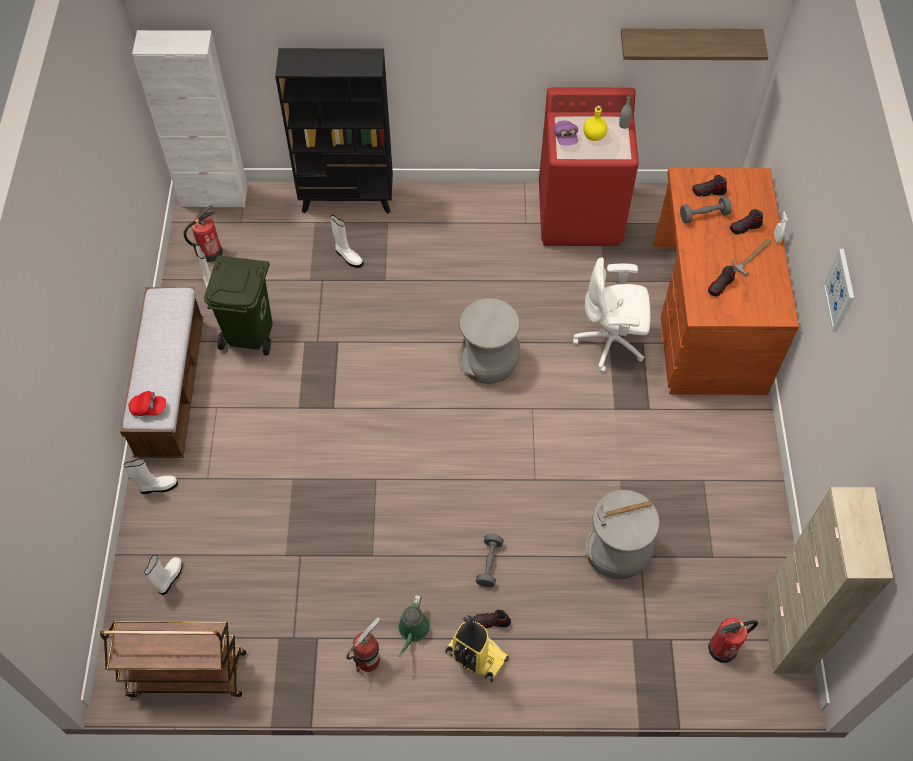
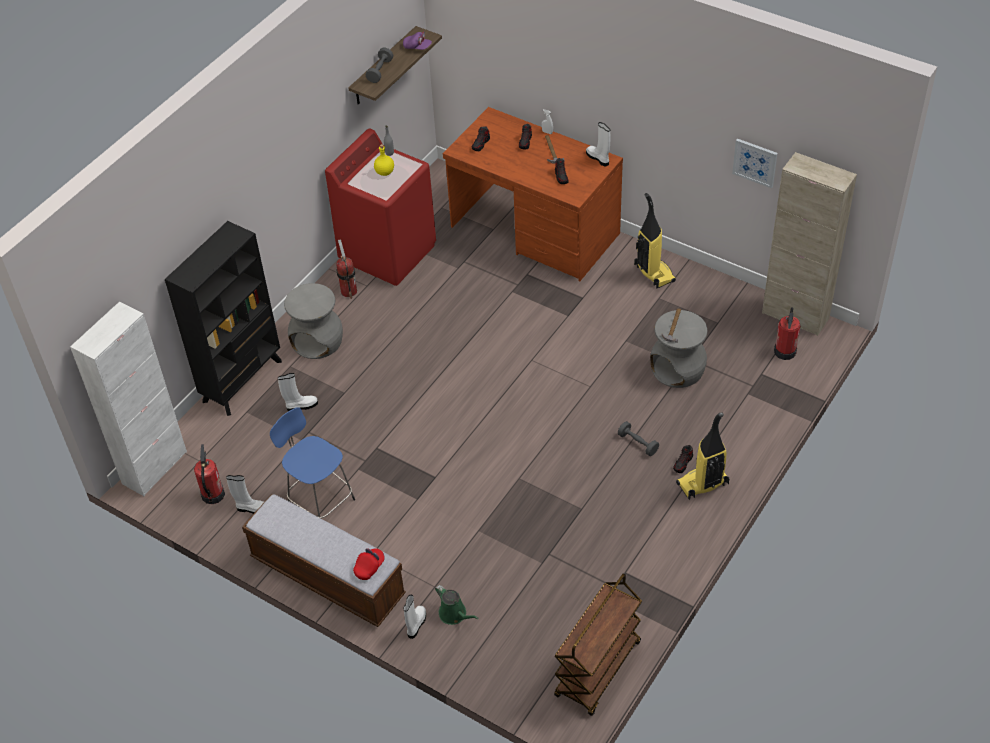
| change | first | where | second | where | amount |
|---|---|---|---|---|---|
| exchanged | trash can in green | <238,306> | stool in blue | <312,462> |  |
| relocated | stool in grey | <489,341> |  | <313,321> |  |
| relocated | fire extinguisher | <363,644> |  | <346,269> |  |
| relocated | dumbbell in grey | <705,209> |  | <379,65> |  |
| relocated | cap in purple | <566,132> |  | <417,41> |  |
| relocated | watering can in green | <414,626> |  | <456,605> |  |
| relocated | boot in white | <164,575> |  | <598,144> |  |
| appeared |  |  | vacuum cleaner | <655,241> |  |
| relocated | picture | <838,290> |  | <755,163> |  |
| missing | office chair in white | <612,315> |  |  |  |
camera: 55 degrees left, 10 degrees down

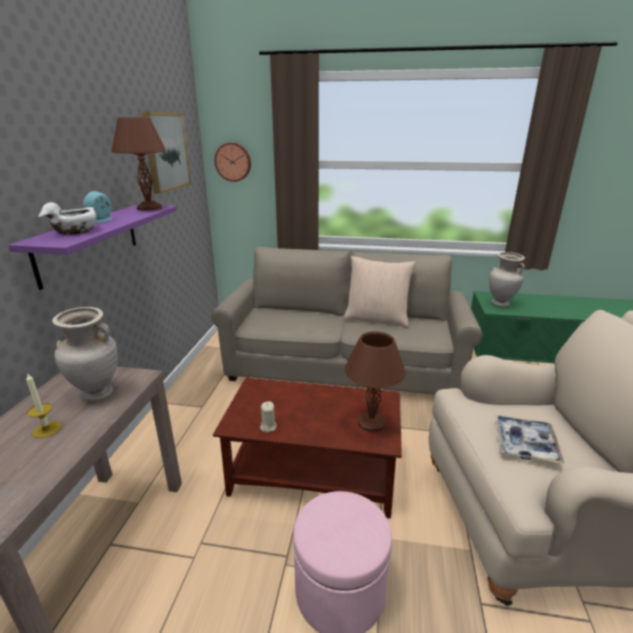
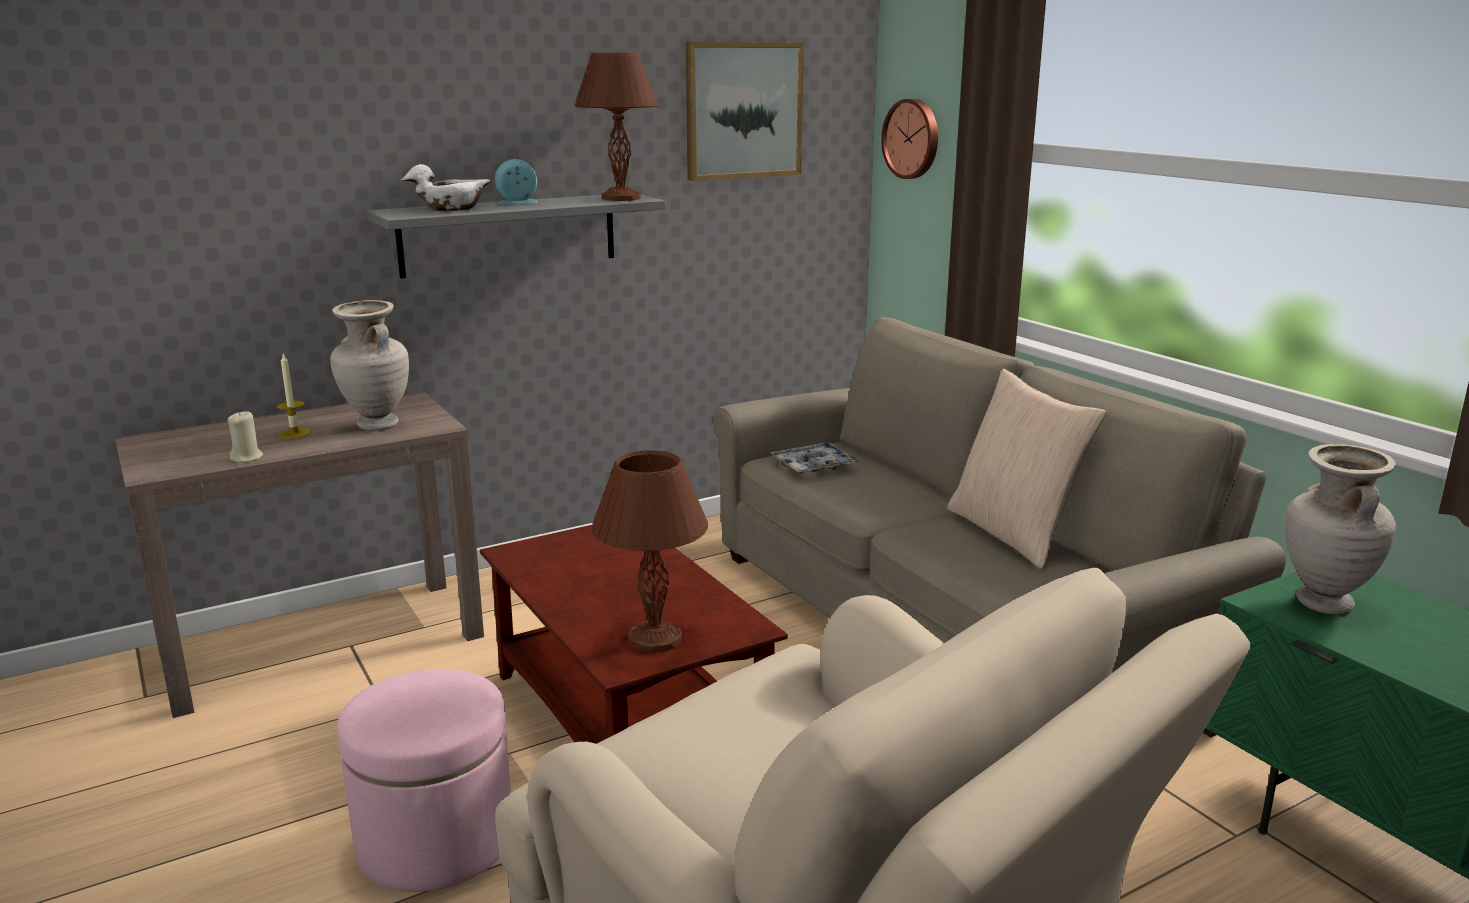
| change | first | where | second | where | amount |
|---|---|---|---|---|---|
| relocated | candle in beige | <268,416> |  | <245,437> |  |
| colour | shelf in purple | <92,247> | shelf in grey | <516,237> |  |
| relocated | tray | <530,439> |  | <816,458> |  |
camera: 50 degrees right, 5 degrees down

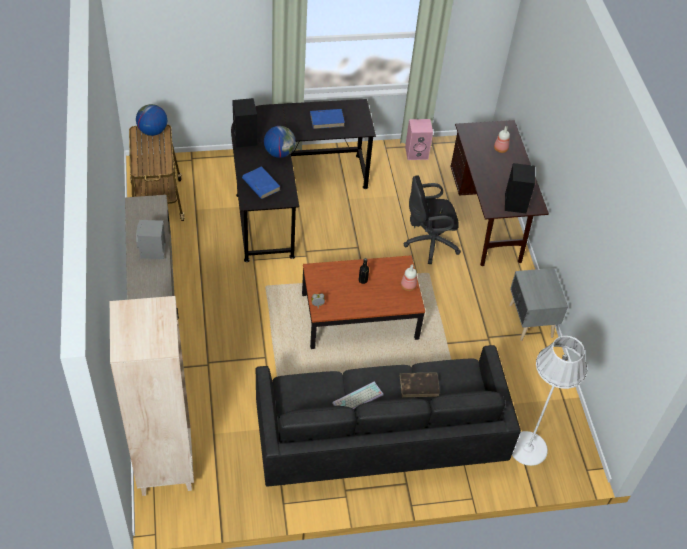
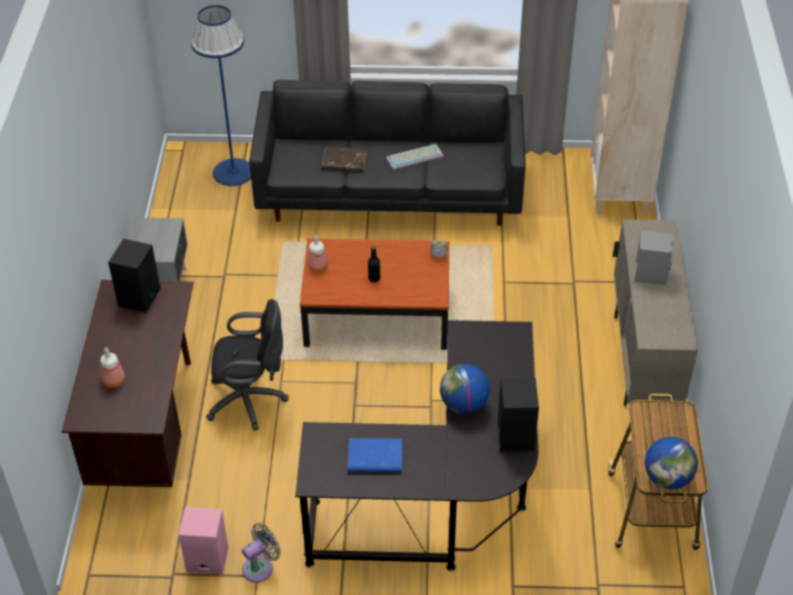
| change | first | where | second | where | amount |
|---|---|---|---|---|---|
| colour | floor lamp in white | <549,401> | floor lamp in blue | <221,95> |  |
| appeared |  |  | fan in grey | <261,553> |  |
| missing | book in blue | <261,182> |  |  |  |
camera: 165 degrees left, 5 degrees down

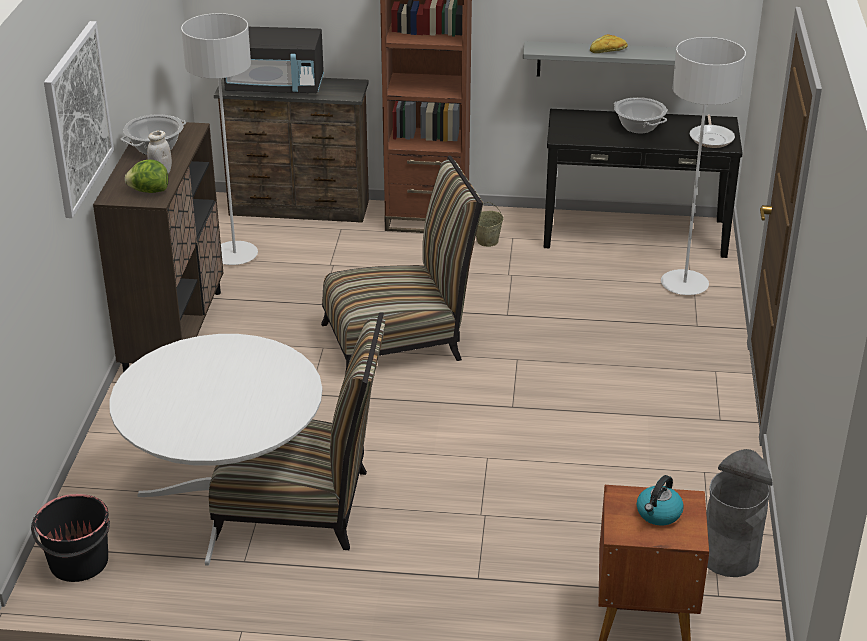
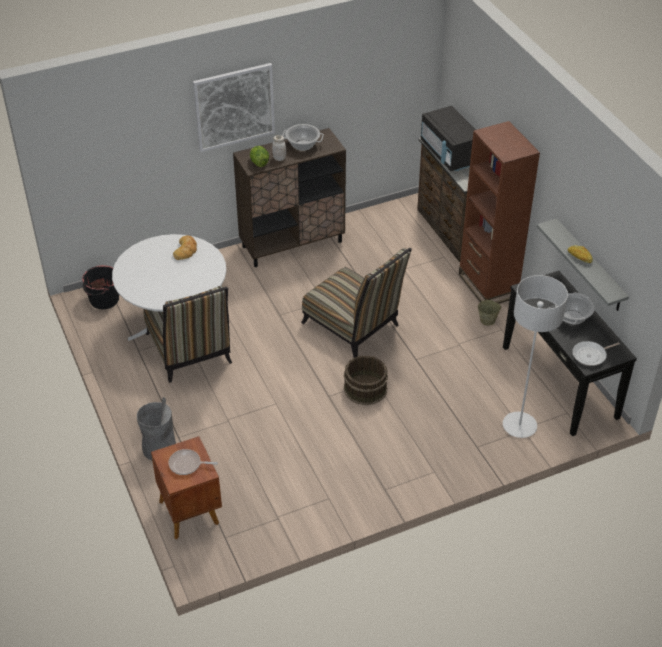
| change | first | where | second | where | amount |
|---|---|---|---|---|---|
| relocated | trash can in grey | <739,513> |  | <156,429> |  |
| exchanged | kettle | <660,500> | frying pan | <193,462> |  |
| appeared |  |  | bread | <185,247> |  |
| appeared |  |  | bucket in brown | <366,380> |  |
| missing | floor lamp in grey | <219,139> |  |  |  |
camera: 60 degrees right, 10 degrees up

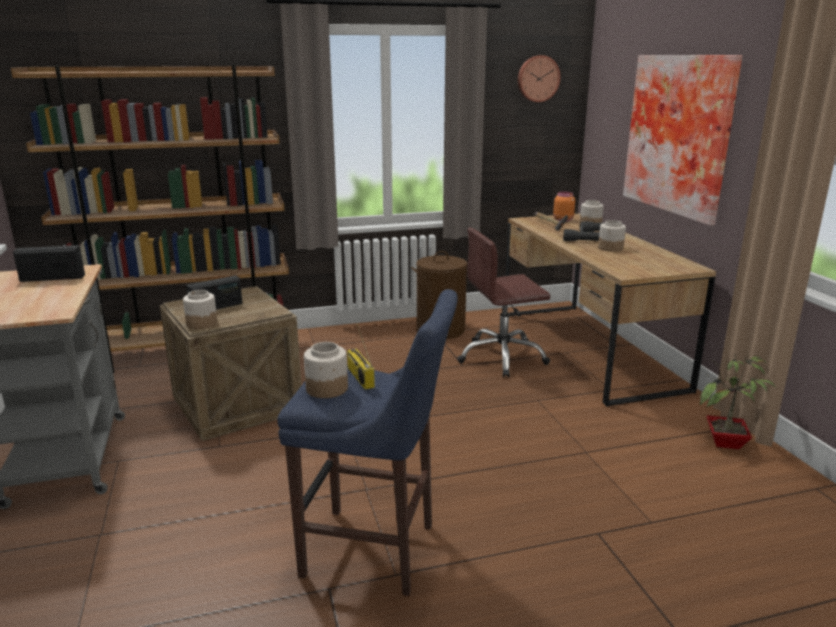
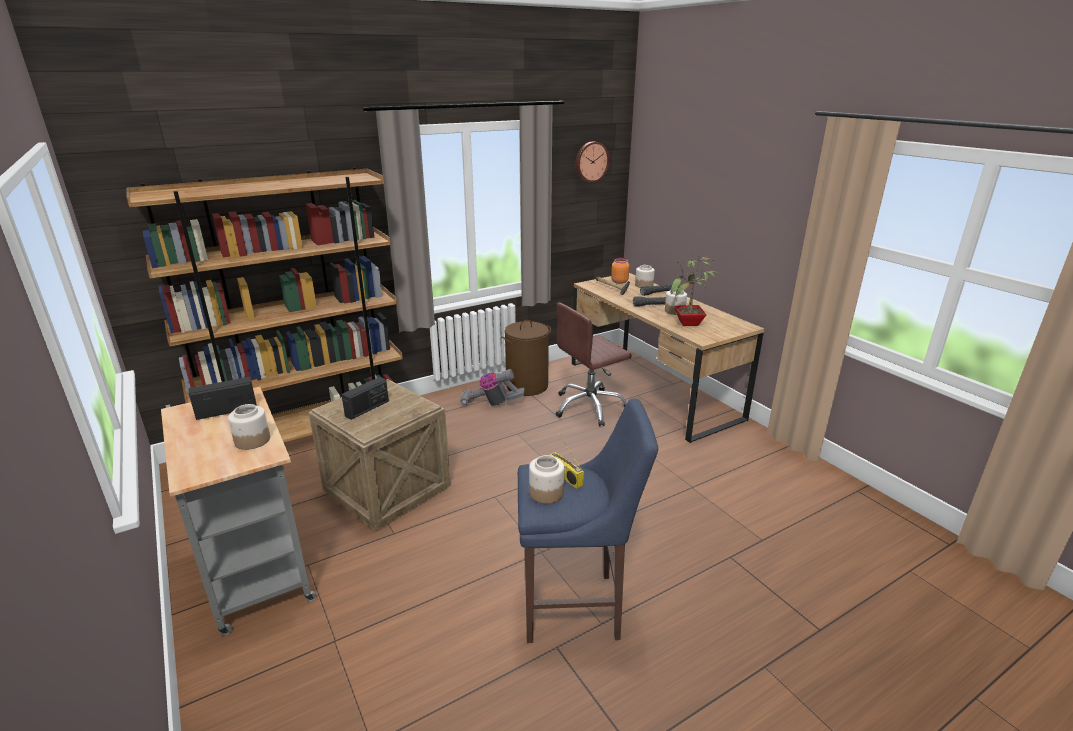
| change | first | where | second | where | amount |
|---|---|---|---|---|---|
| relocated | jar | <200,309> |  | <249,427> |  |
| appeared |  |  | vacuum cleaner | <492,387> |  |
| relocated | potted plant | <738,400> |  | <696,290> |  |
| missing | picture | <682,140> |  |  |  |
camera: 15 degrees left, 5 degrees up

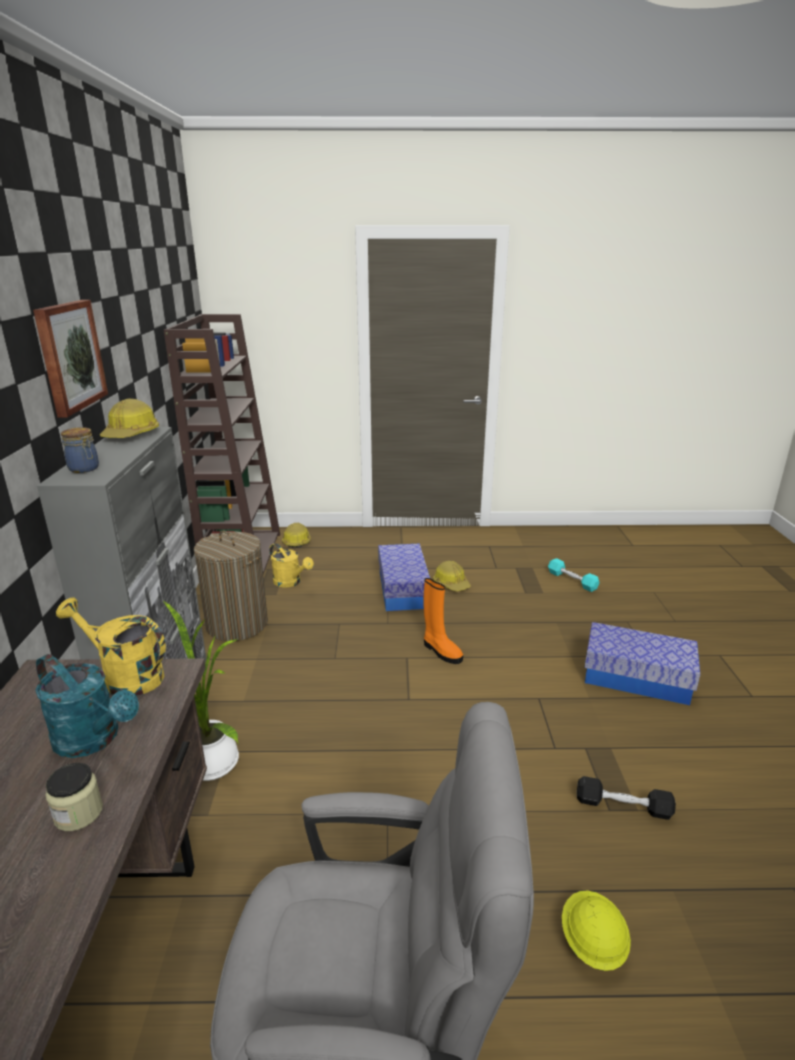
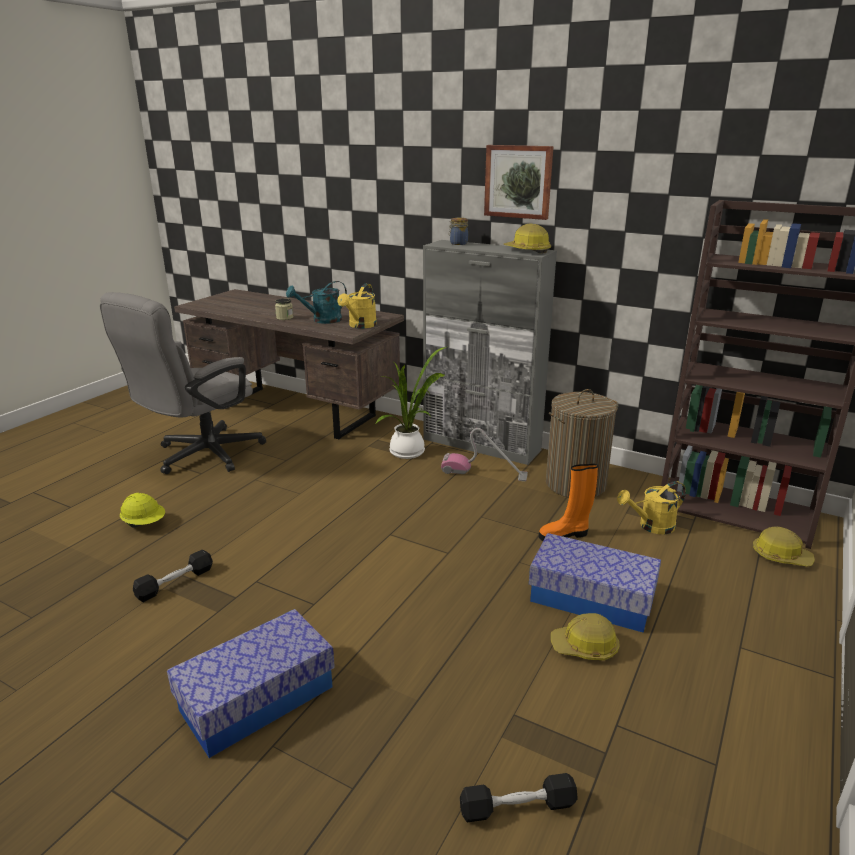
| change | first | where | second | where | amount |
|---|---|---|---|---|---|
| spun | watering can in yellow | <111,646> |  | <357,306> | 150 degrees clockwise |
| appeared |  |  | vacuum cleaner | <484,455> |  |
| colour | dumbbell in turquoise | <573,575> | dumbbell in black | <519,797> |  |
| relocated | boot in orange | <443,621> |  | <568,502> |  |
camera: 120 degrees right, 0 degrees up

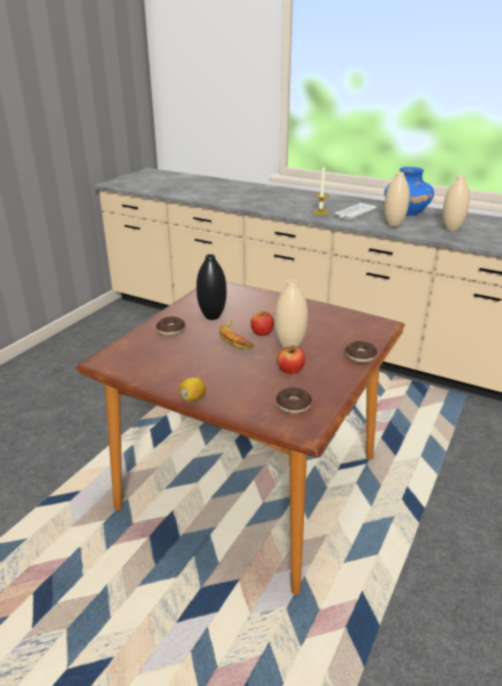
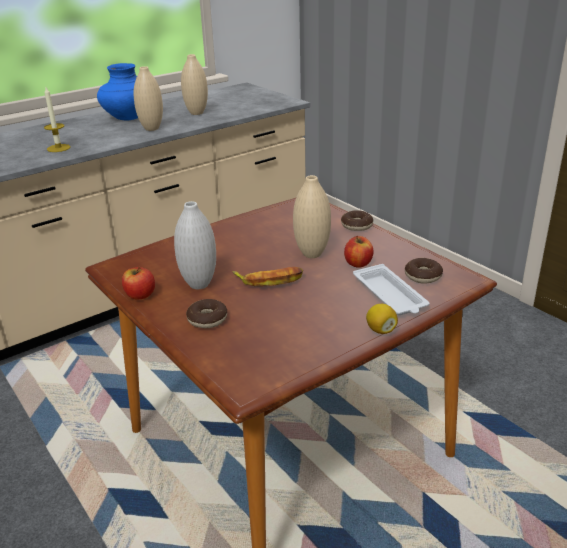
| change | first | where | second | where | amount |
|---|---|---|---|---|---|
| relocated | apple | <262,323> |  | <138,282> |  |
| colour | vase in black | <211,287> | vase in white | <195,245> |  |
| relocated | tray in white | <355,211> |  | <391,289> |  |
camera: 65 degrees left, 0 degrees up

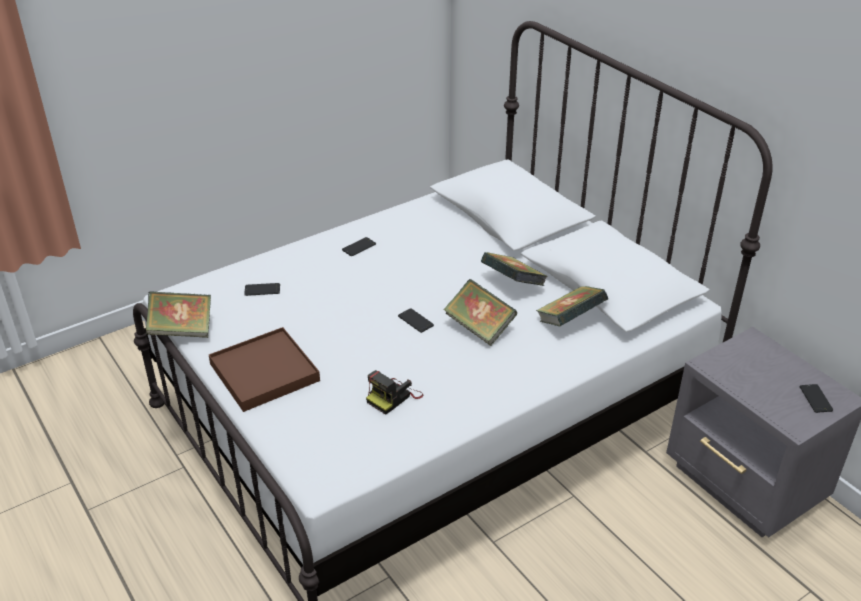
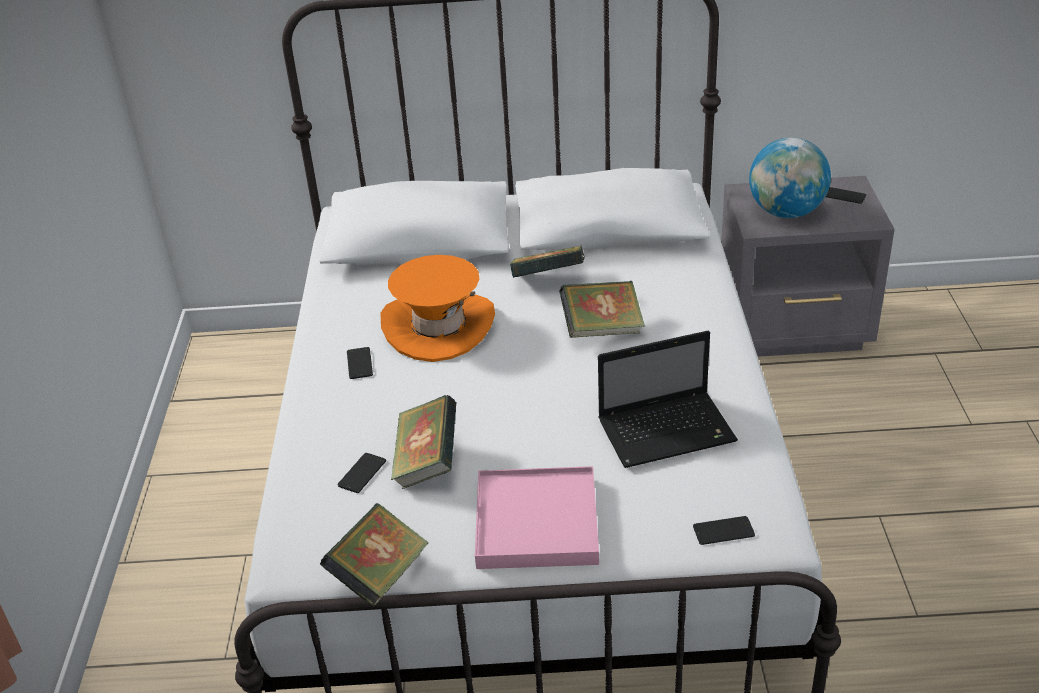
| change | first | where | second | where | amount |
|---|---|---|---|---|---|
| appeared |  |  | hat in orange | <437,308> |  |
| relocated | book | <572,306> |  | <423,442> |  |
| colour | tray in brown | <264,369> | tray in pink | <537,517> |  |
| exchanged | photo camera | <394,392> | laptop | <668,399> |  |
| relocated | phone | <416,320> |  | <724,530> |  |
| appeared |  |  | globe | <790,177> |  |
camera: 55 degrees left, 0 degrees up

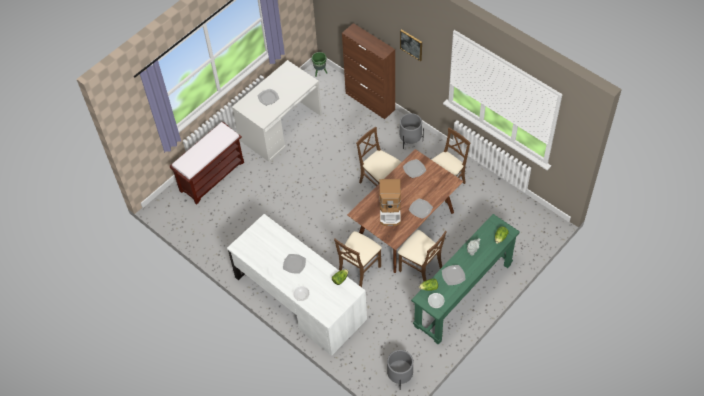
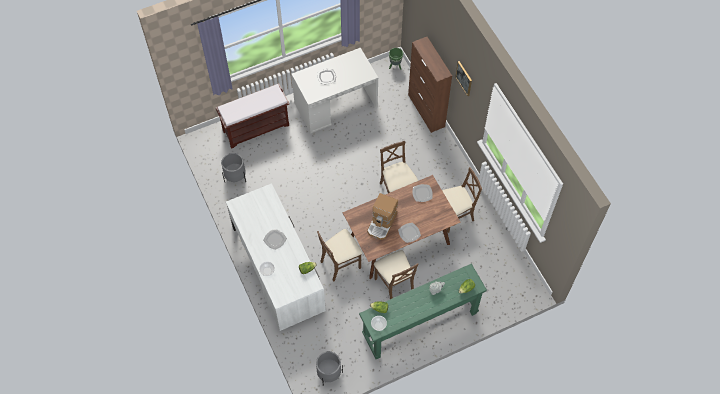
| change | first | where | second | where | amount |
|---|---|---|---|---|---|
| relocated | planter in grey | <412,131> |  | <233,168> |  |
| missing | plate | <454,275> |  |  |  |
camera: 20 degrees right, 5 degrees up

